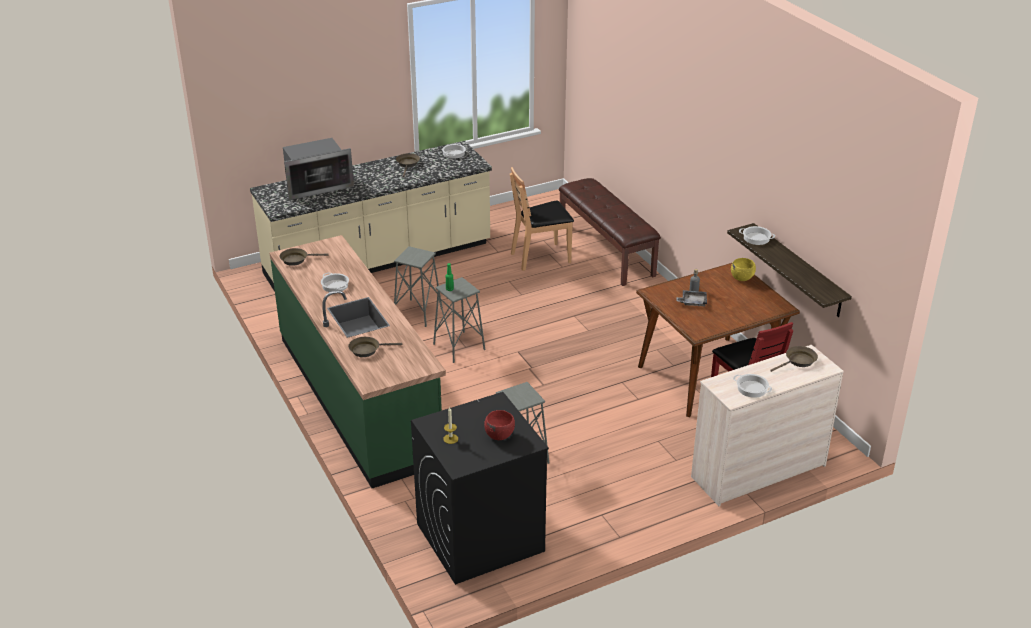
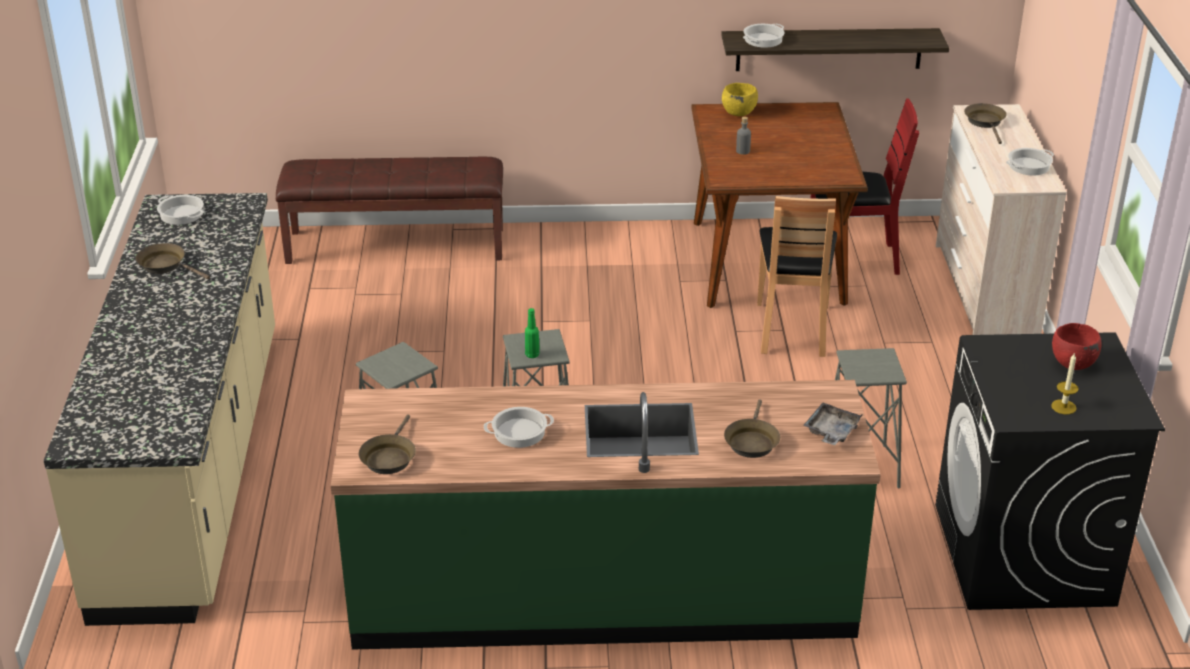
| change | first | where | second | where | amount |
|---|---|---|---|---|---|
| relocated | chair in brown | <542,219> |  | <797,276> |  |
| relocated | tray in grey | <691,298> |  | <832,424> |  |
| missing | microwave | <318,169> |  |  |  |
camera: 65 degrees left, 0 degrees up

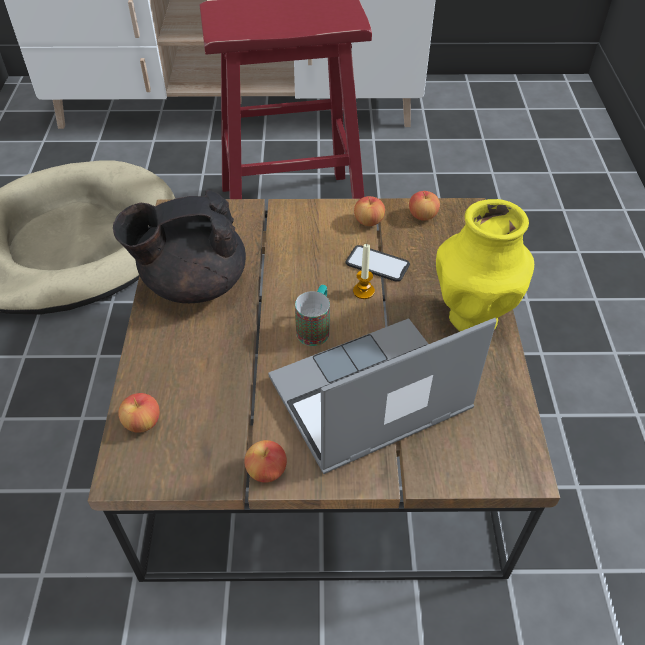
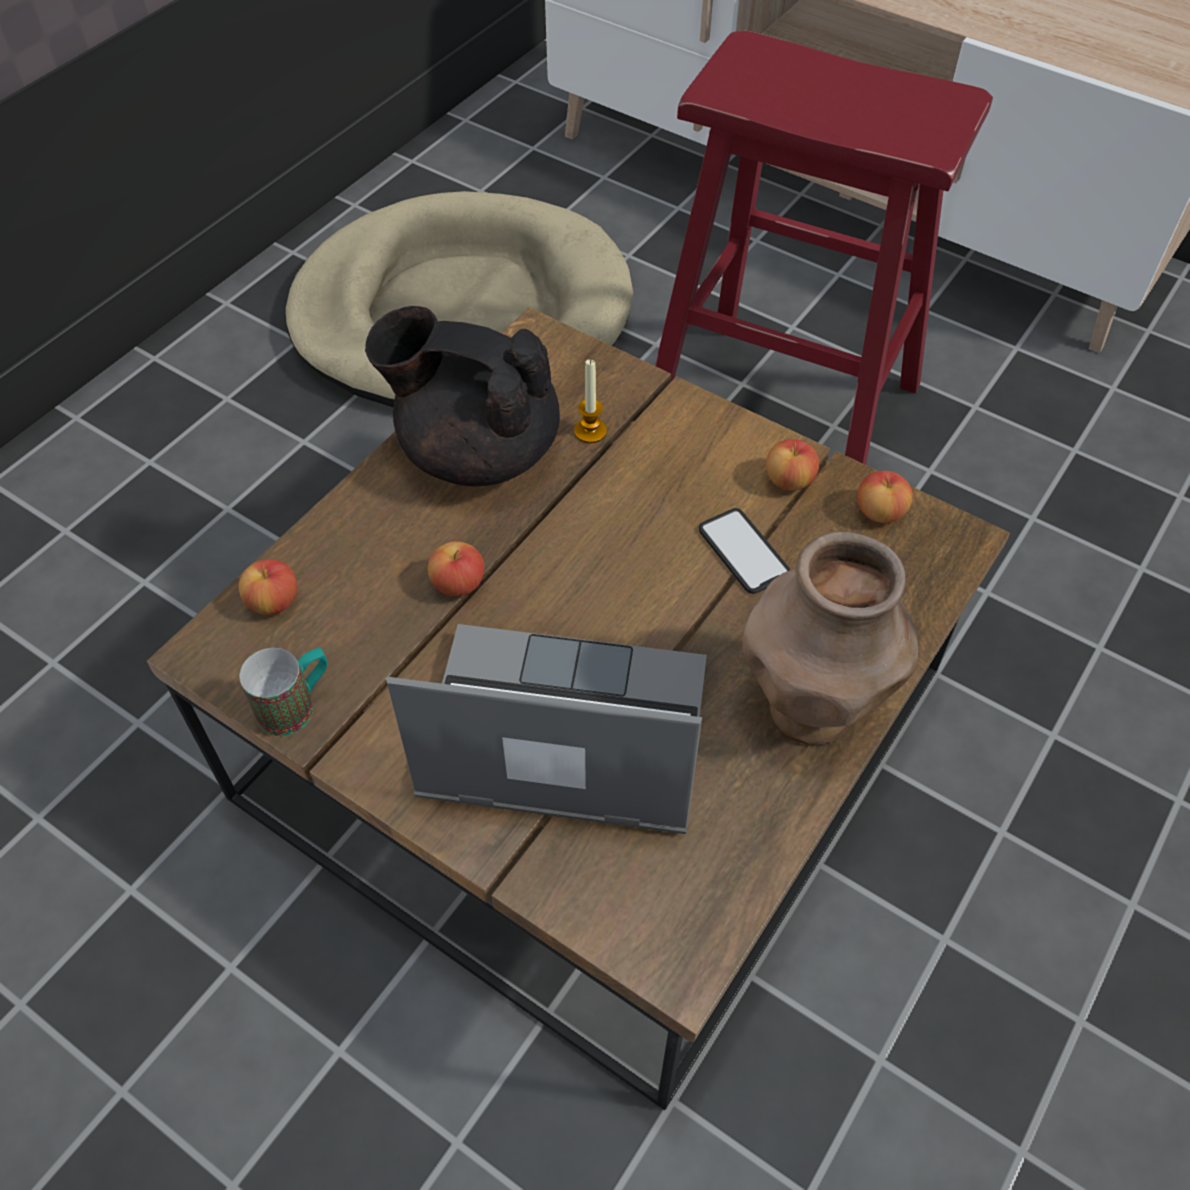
| change | first | where | second | where | amount |
|---|---|---|---|---|---|
| relocated | mug | <312,315> |  | <283,692> |  |
| relocated | apple | <265,461> |  | <456,569> |  |
| relocated | candle | <364,271> |  | <590,401> |  |
| colour | vase in yellow | <485,265> | vase in brown | <830,638> |  |
camera: 35 degrees right, 5 degrees up

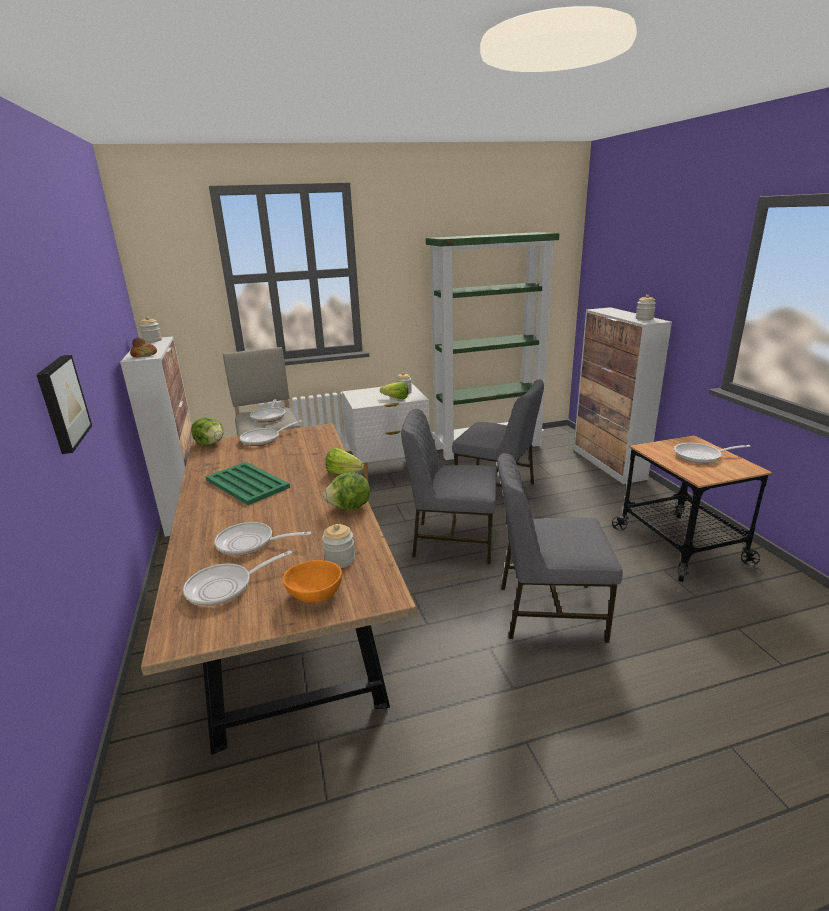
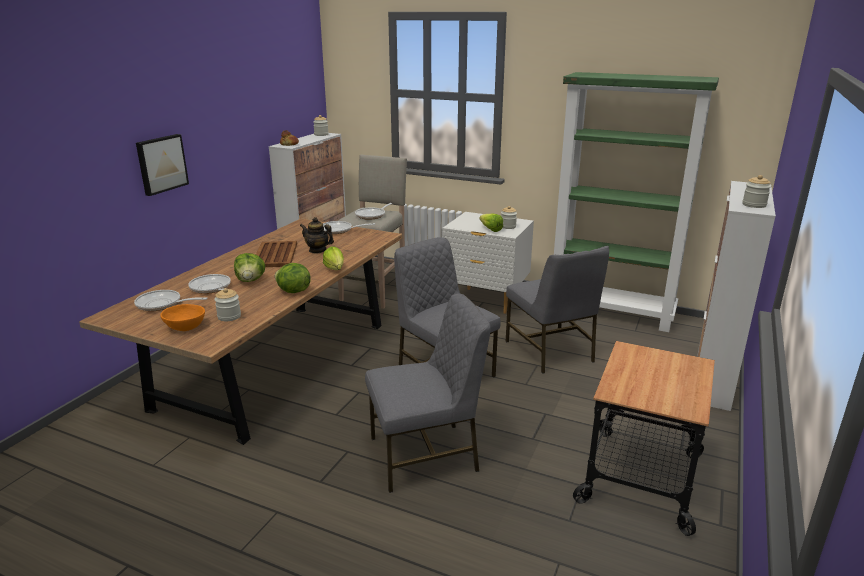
| change | first | where | second | where | amount |
|---|---|---|---|---|---|
| relocated | lettuce | <207,431> |  | <249,267> |  |
| colour | tray in green | <248,483> | tray in brown | <276,254> |  |
| appeared |  |  | teapot | <317,235> |  |
| spun | chair in grey | <560,548> |  | <428,393> | 120 degrees clockwise |
| missing | frying pan | <712,453> |  |  |  |
camera: 40 degrees right, 0 degrees up

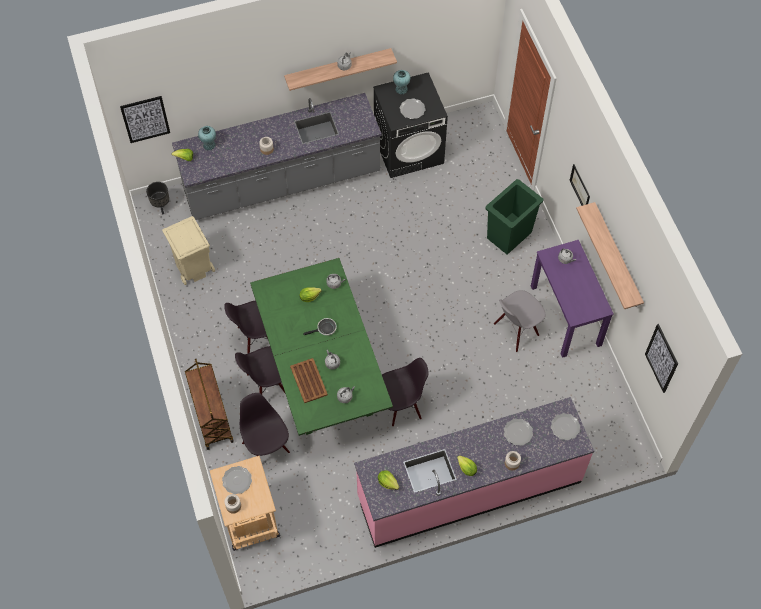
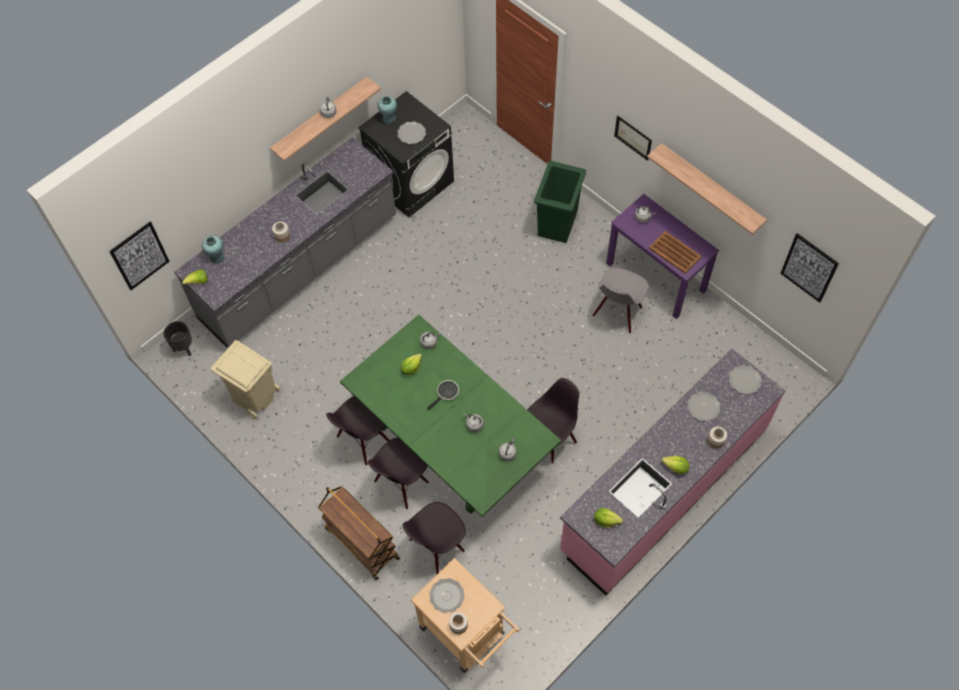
| change | first | where | second | where | amount |
|---|---|---|---|---|---|
| spun | chair in black | <265,424> |  | <434,538> | 75 degrees counterclockwise |
| relocated | tray in brown | <309,380> |  | <675,252> |  |
camera: 25 degrees left, 0 degrees up

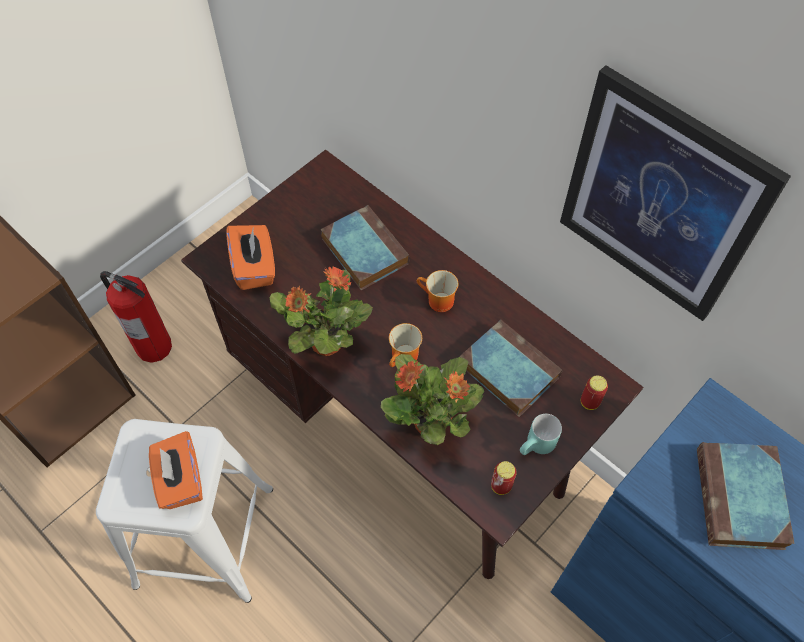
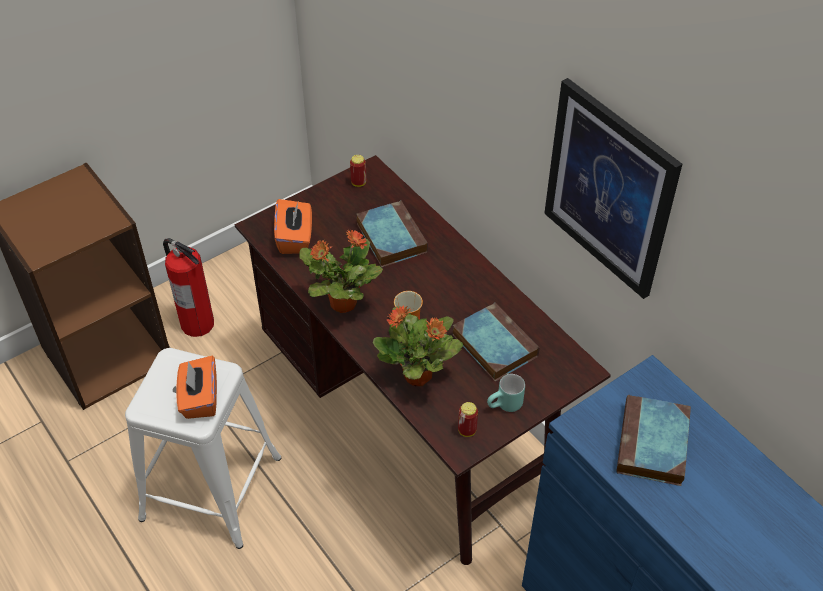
| change | first | where | second | where | amount |
|---|---|---|---|---|---|
| relocated | can | <594,393> |  | <358,171> |  |
| missing | mug | <437,291> |  |  |  |
camera: 10 degrees right, 10 degrees down

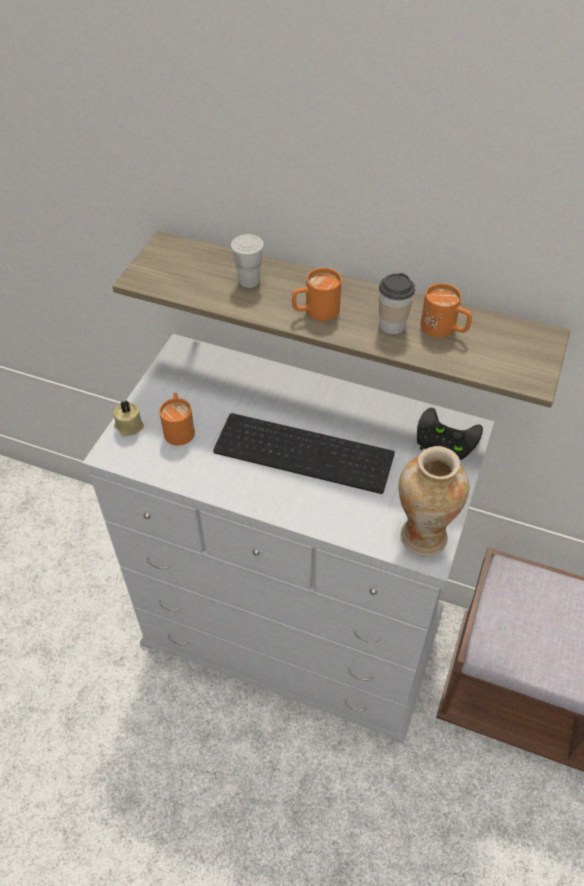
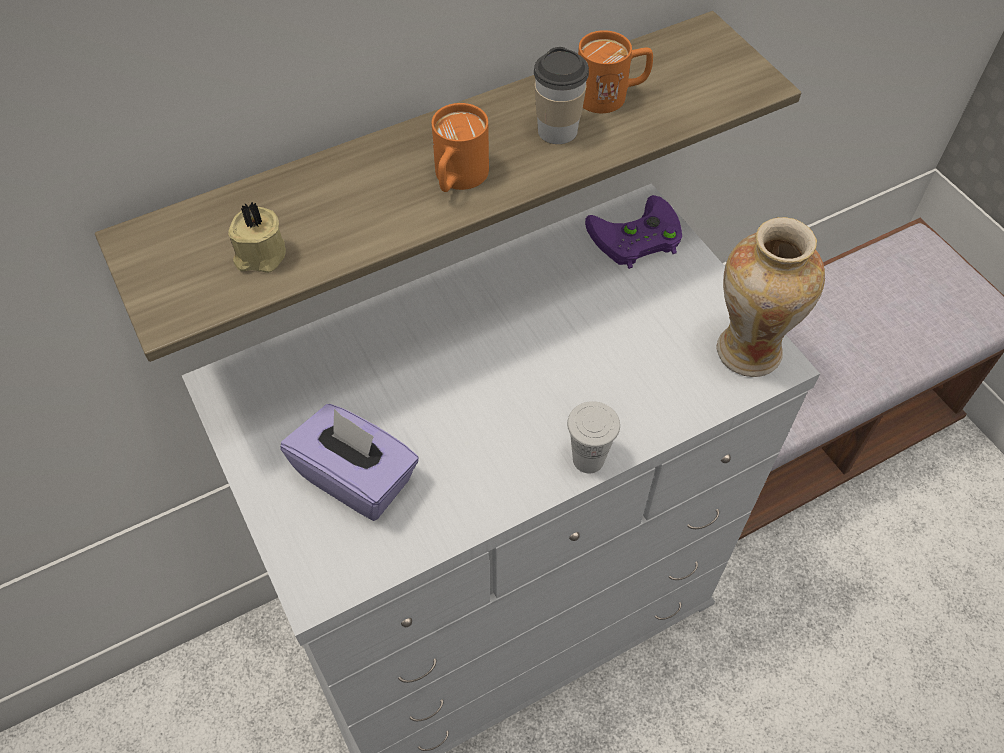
| change | first | where | second | where | amount |
|---|---|---|---|---|---|
| relocated | candle in beige | <128,418> |  | <257,237> |  |
| exchanged | mug in orange | <177,419> | tissue box in purple | <349,462> |  |
| relocated | cup in white | <247,261> |  | <593,437> |  |
| colour | game controller in black | <450,433> | game controller in purple | <633,232> |  |
| missing | keyboard | <304,453> |  |  |  |
camera: 50 degrees left, 5 degrees up

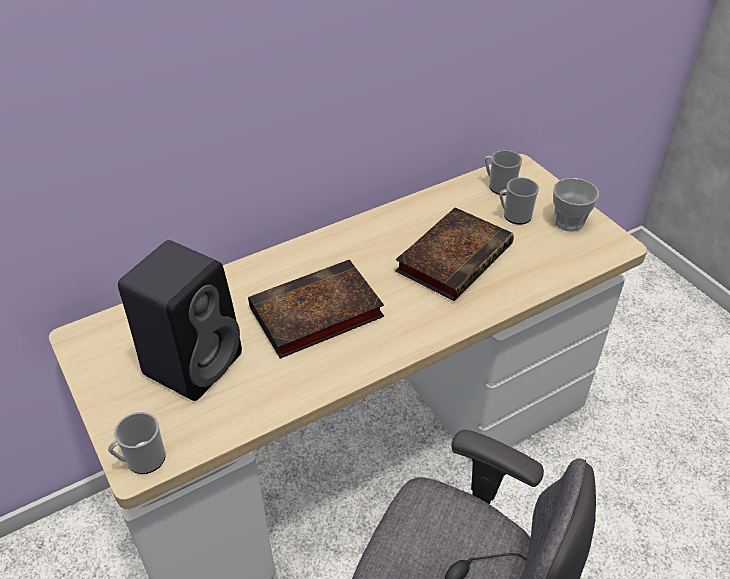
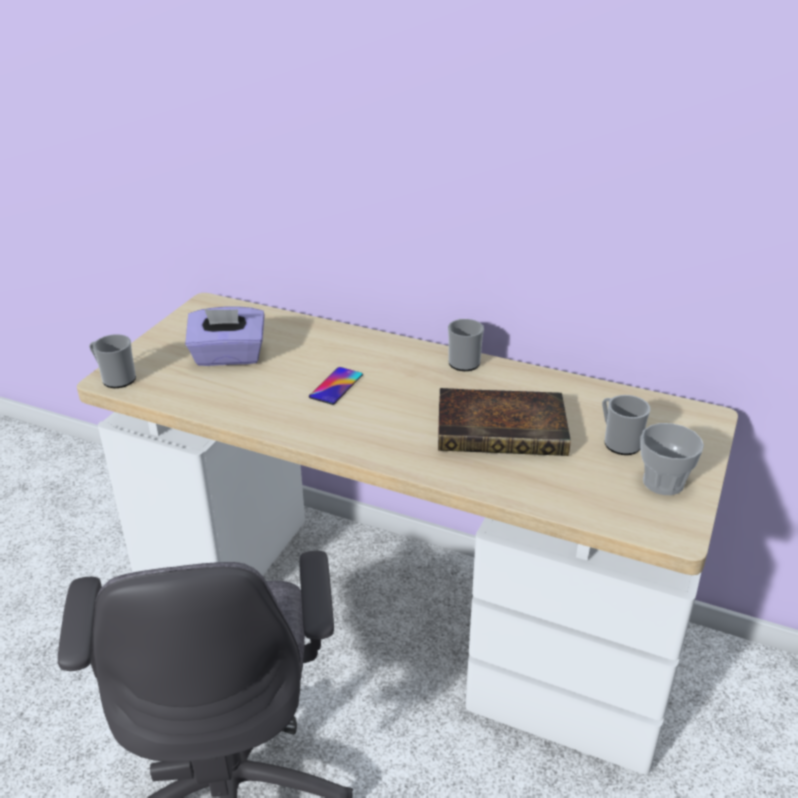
| change | first | where | second | where | amount |
|---|---|---|---|---|---|
| exchanged | speaker in black | <180,320> | tissue box in purple | <225,336> |  |
| exchanged | book | <316,309> | phone | <336,386> |  |
| relocated | mug | <503,172> |  | <466,345> |  |
camera: 55 degrees right, 10 degrees down

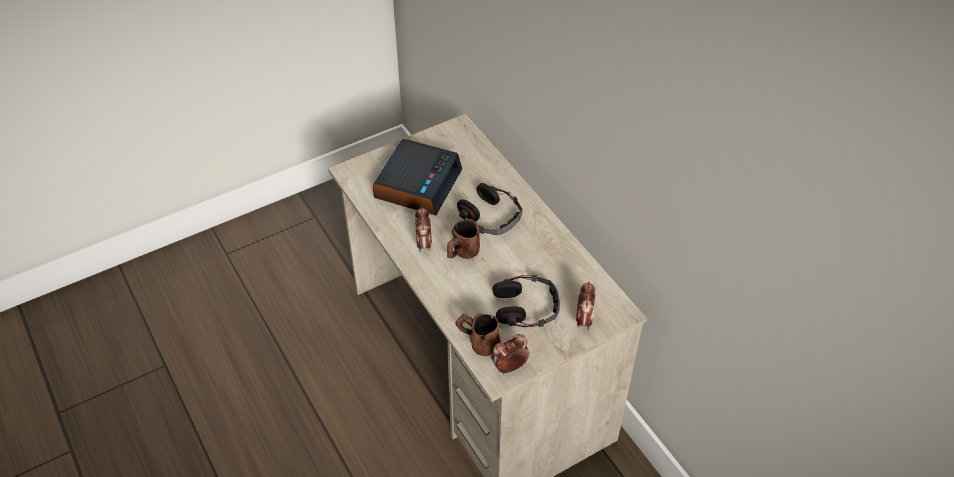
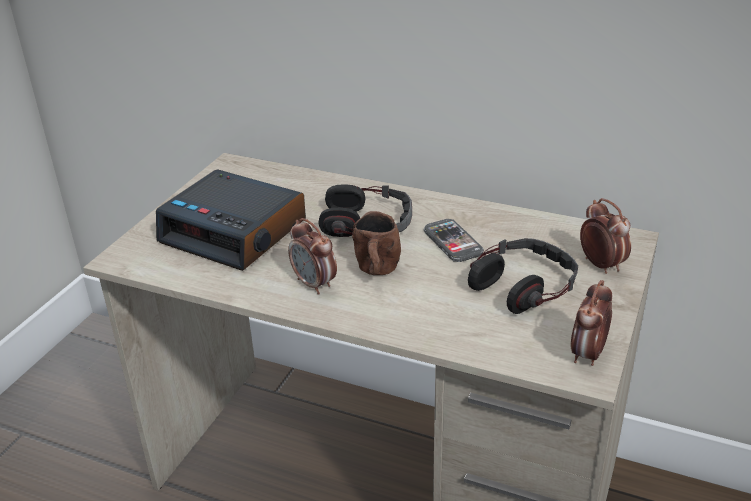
| change | first | where | second | where | amount |
|---|---|---|---|---|---|
| spun | alarm clock | <417,177> |  | <231,220> | 135 degrees clockwise |
| appeared |  |  | phone | <454,240> |  |
| missing | mug in brown | <477,334> |  |  |  |
camera: 35 degrees left, 15 degrees down

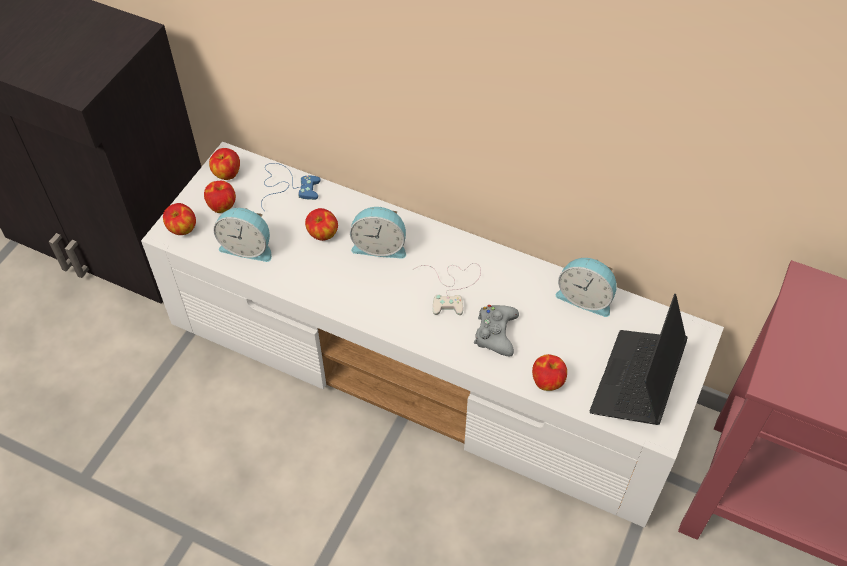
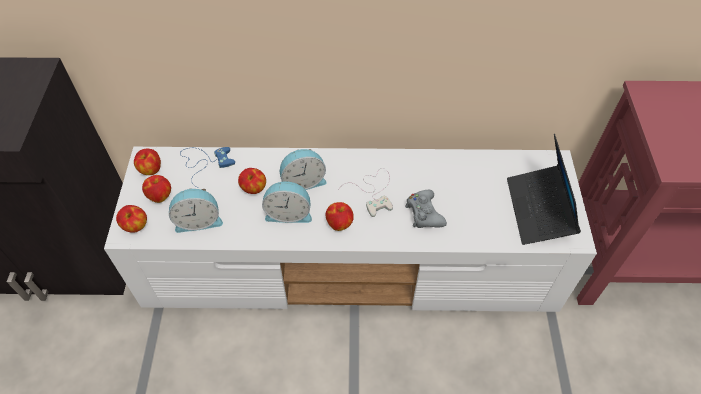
| change | first | where | second | where | amount |
|---|---|---|---|---|---|
| relocated | alarm clock | <586,287> |  | <287,202> |  |
| relocated | apple | <549,372> |  | <340,216> |  |
camera: 25 degrees left, 0 degrees up

